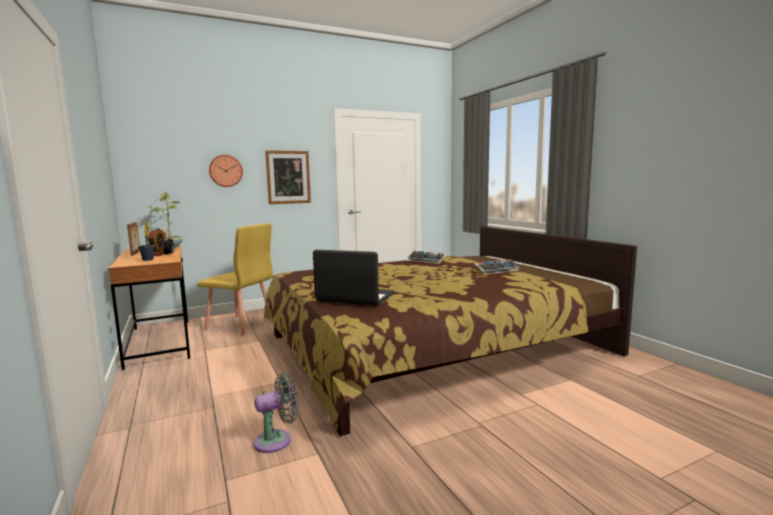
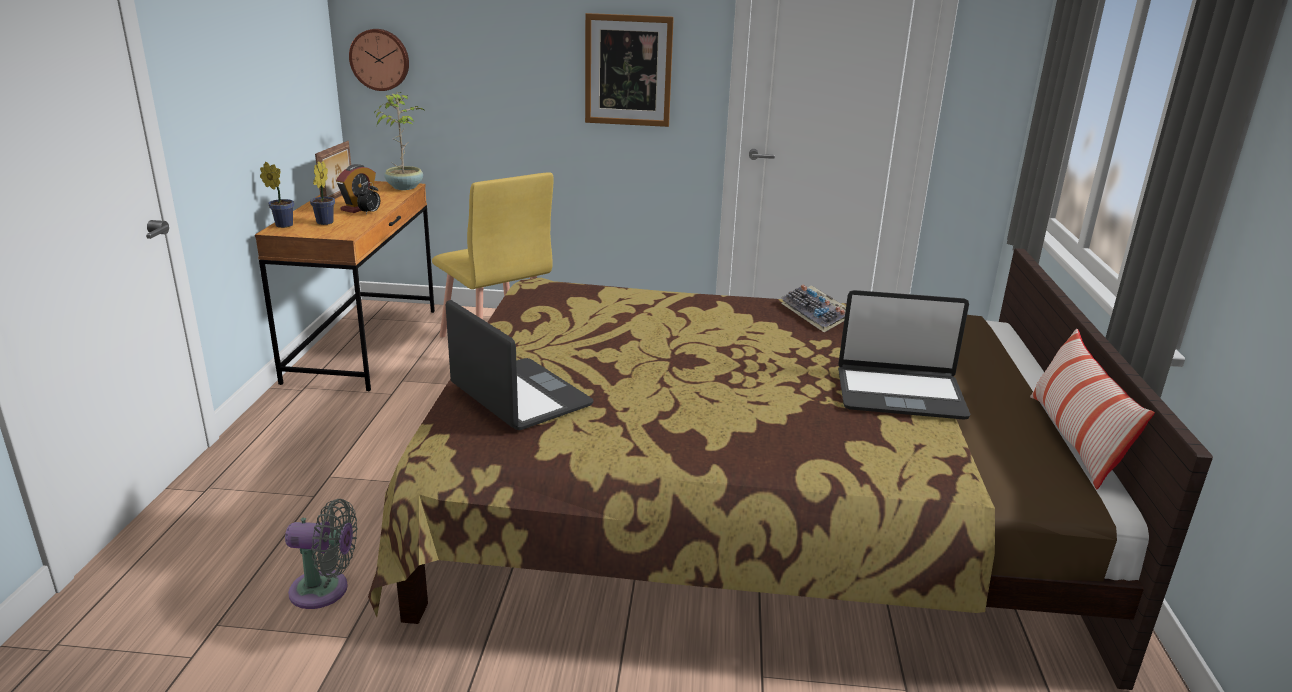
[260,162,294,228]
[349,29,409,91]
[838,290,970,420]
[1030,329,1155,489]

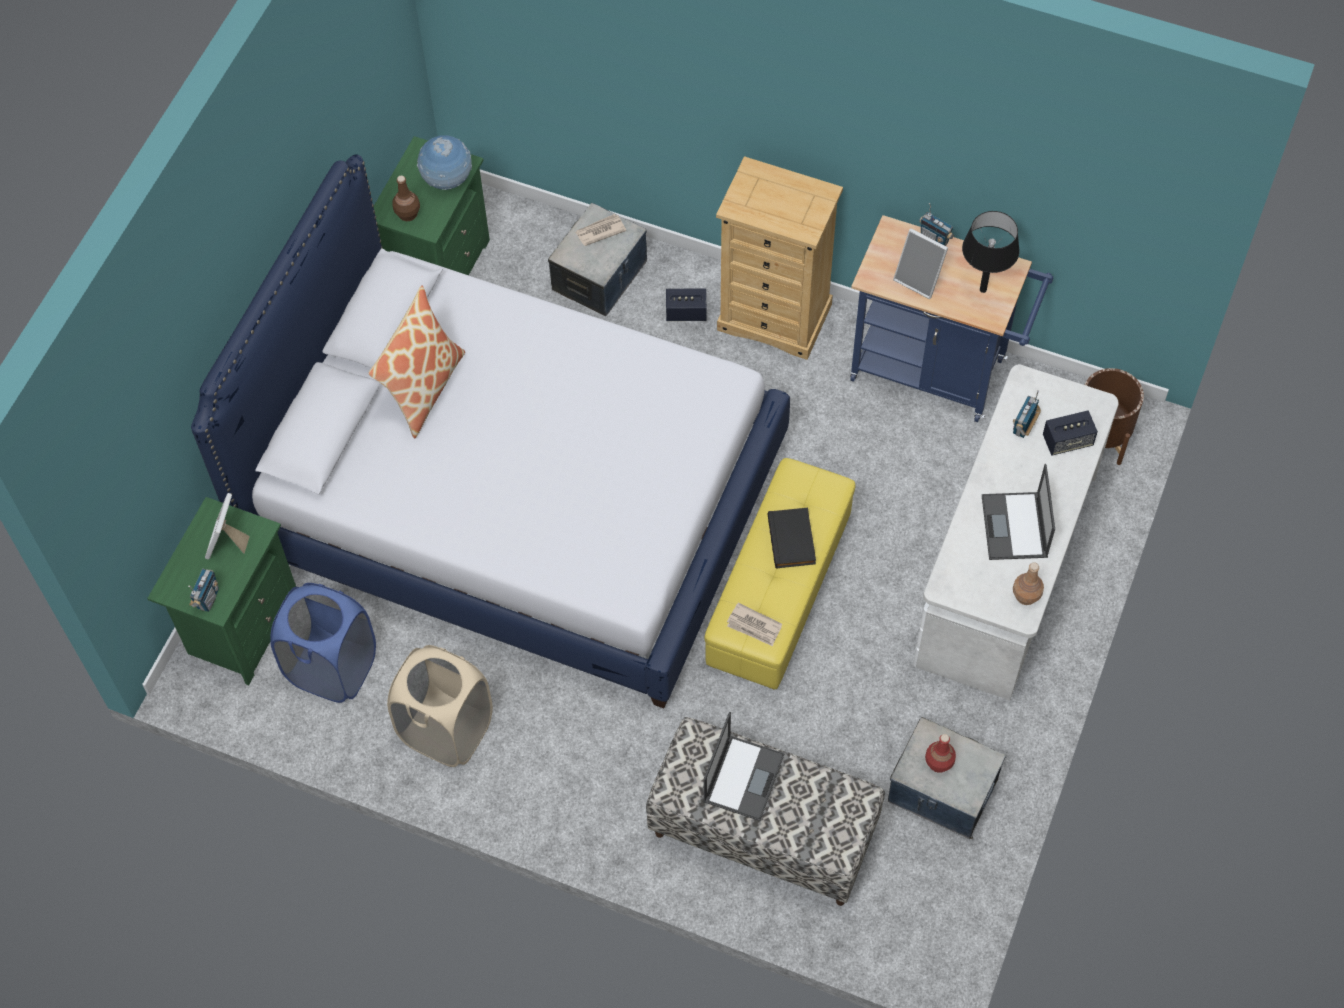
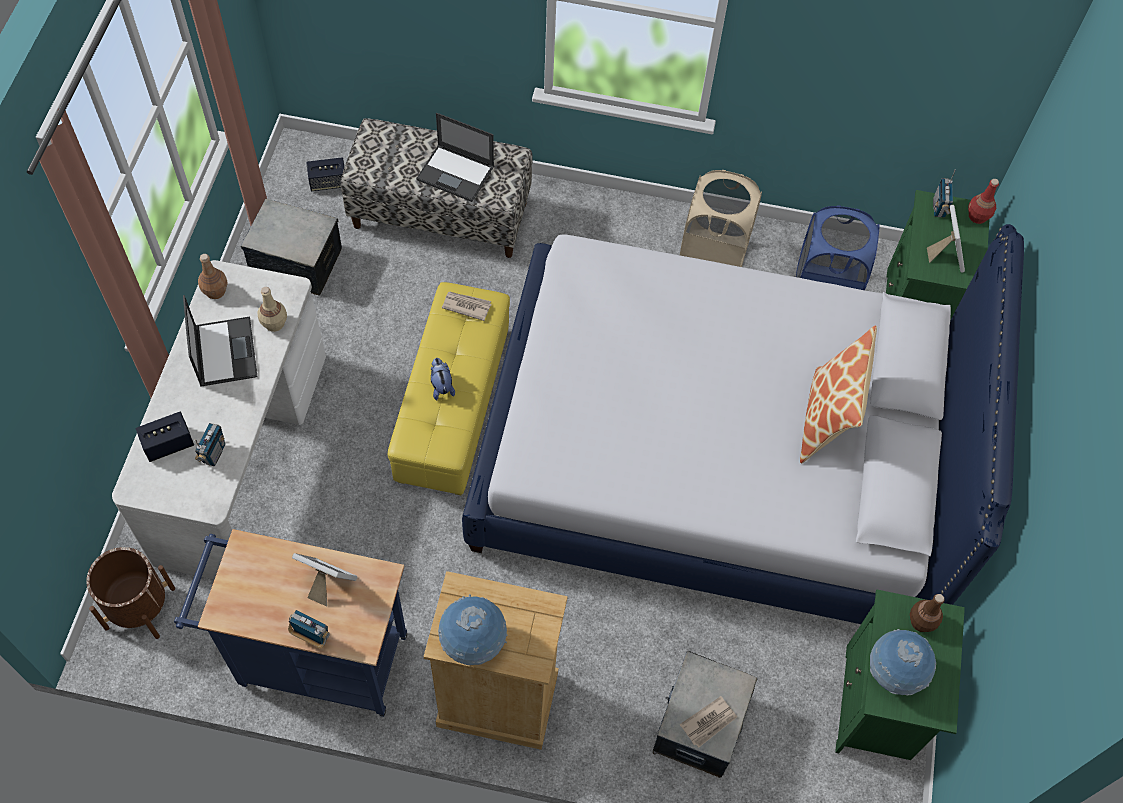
[257,287,287,332]
[306,157,345,191]
[416,113,494,202]
[431,358,455,400]
[438,594,508,665]
[968,179,999,224]
[962,211,1019,293] (first image)

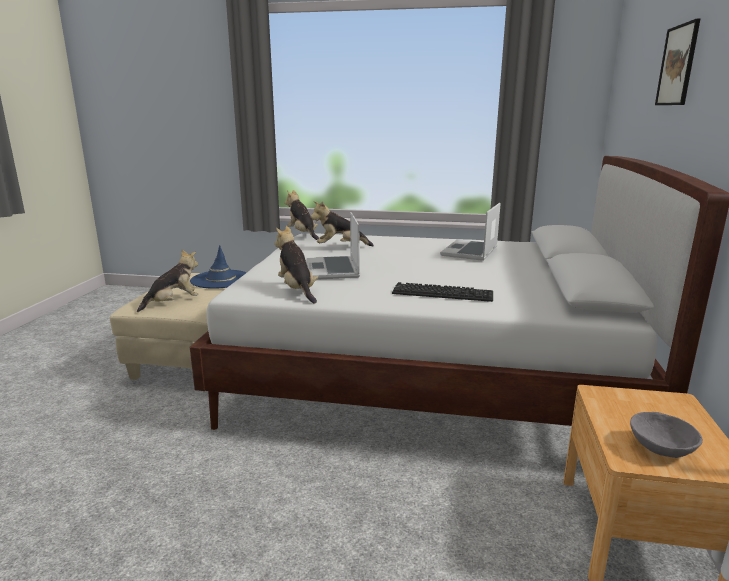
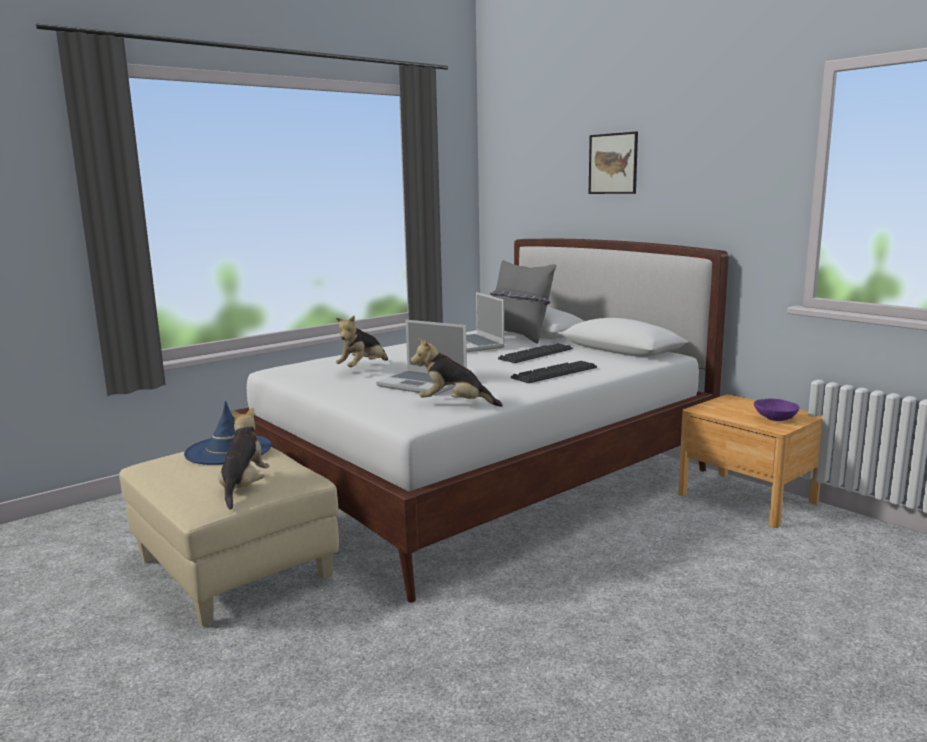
[490,260,556,343]
[498,343,573,363]
[754,399,799,421]
[285,190,319,240] (first image)

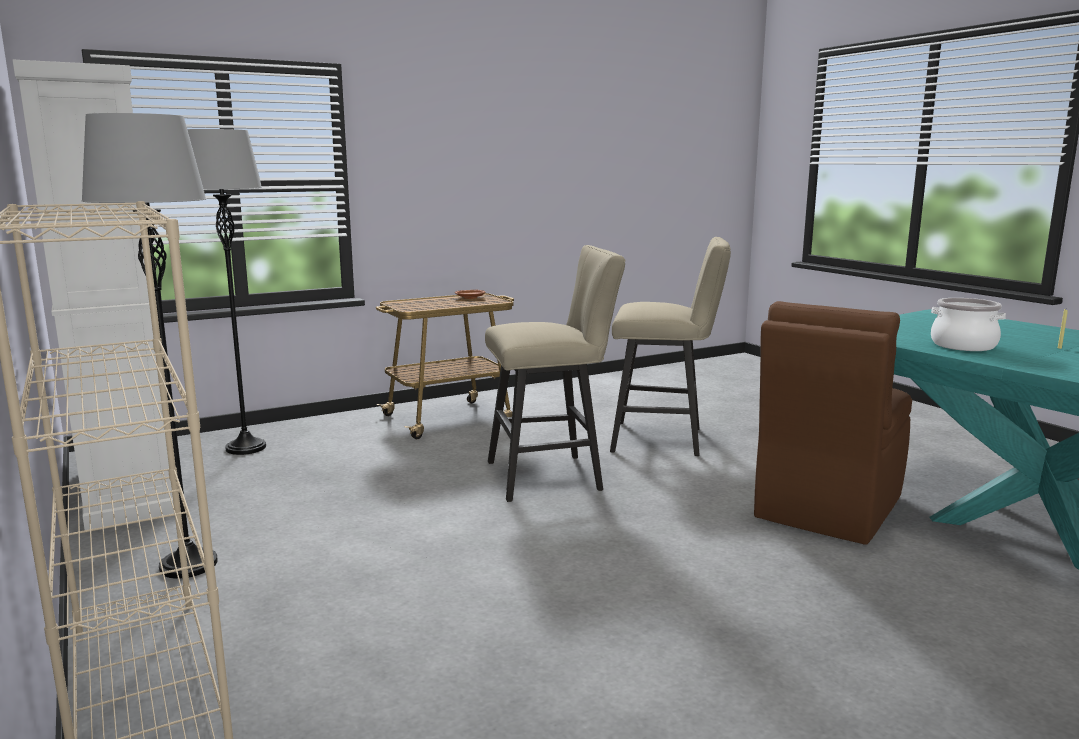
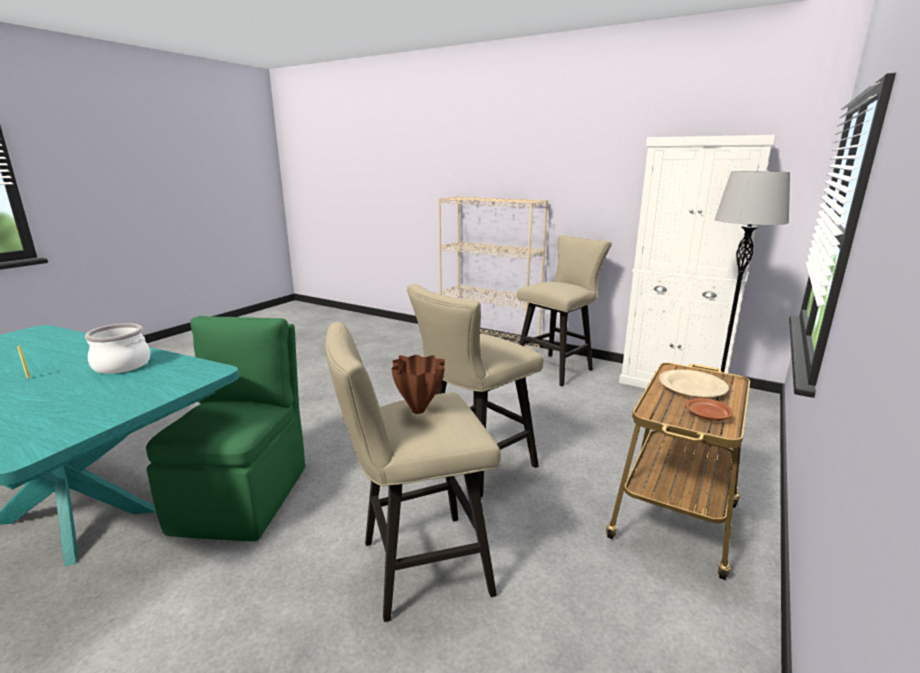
[146,316,305,541]
[391,355,445,414]
[517,235,612,386]
[659,369,729,397]

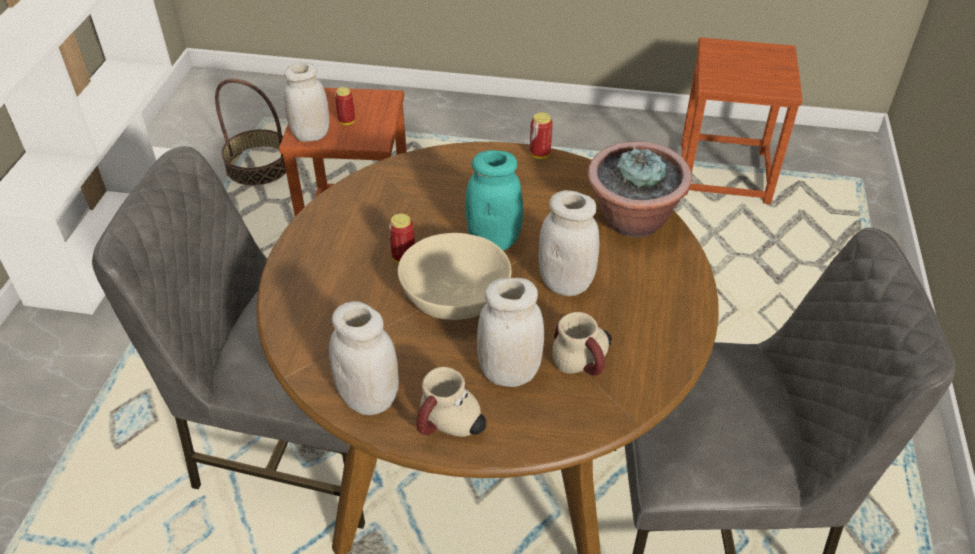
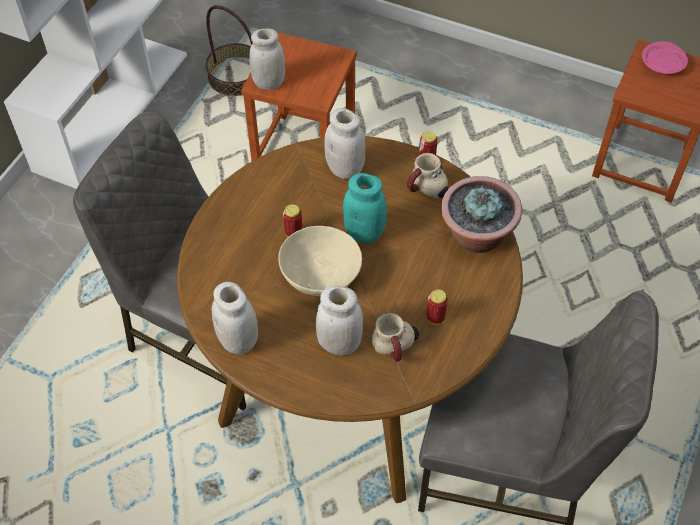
[325,108,366,179]
[407,153,449,198]
[426,289,448,325]
[642,41,688,74]

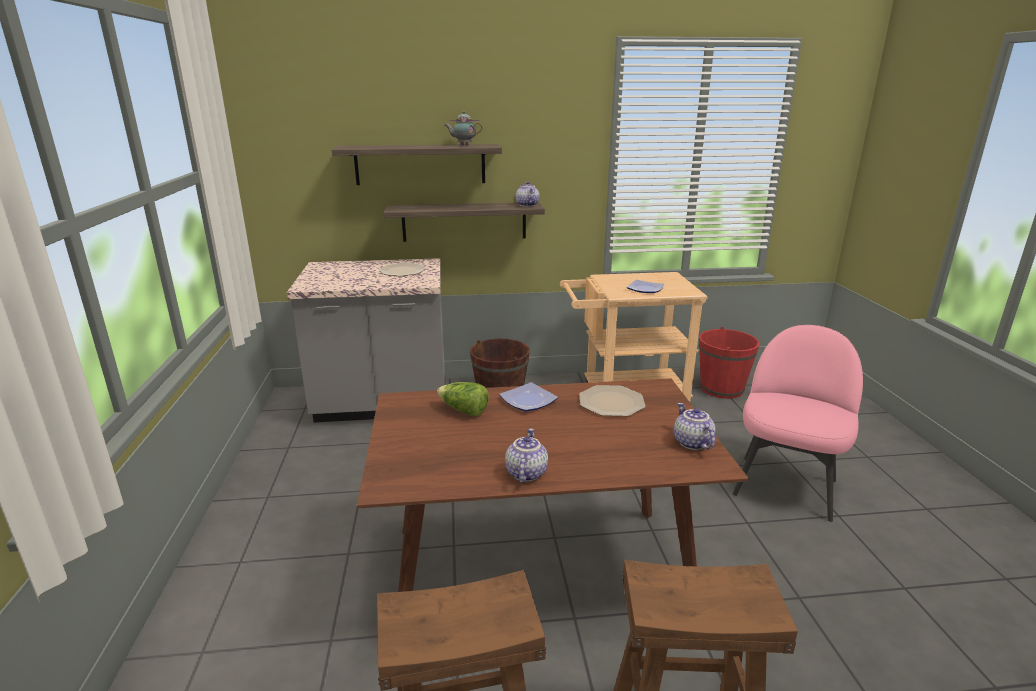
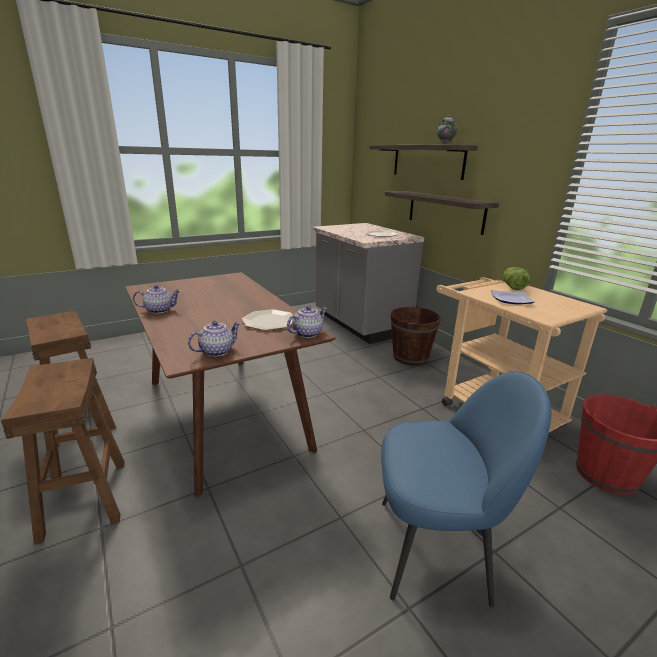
[287,306,327,338]
[381,371,551,608]
[503,267,530,290]
[499,382,558,411] (first image)

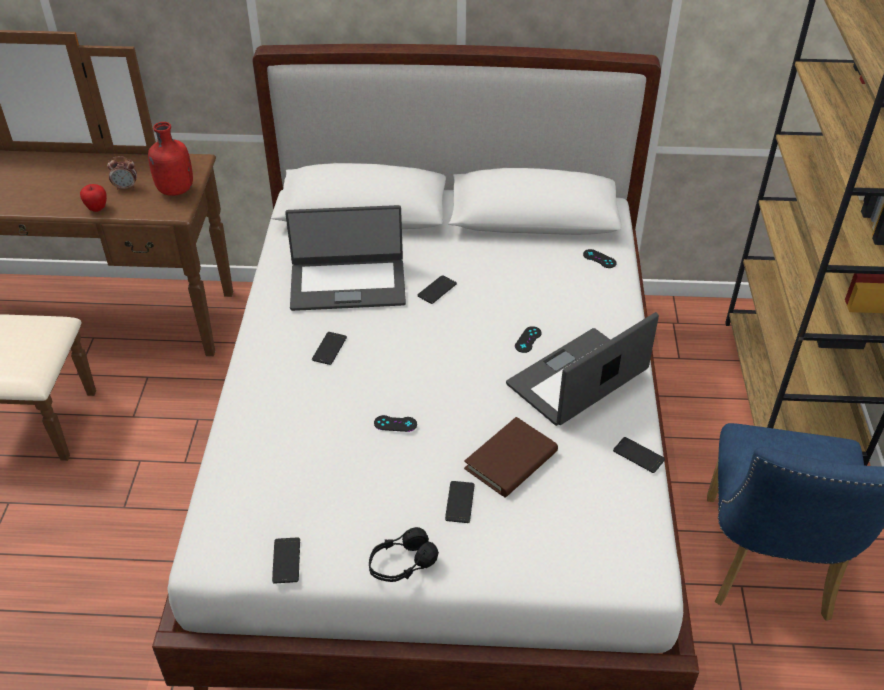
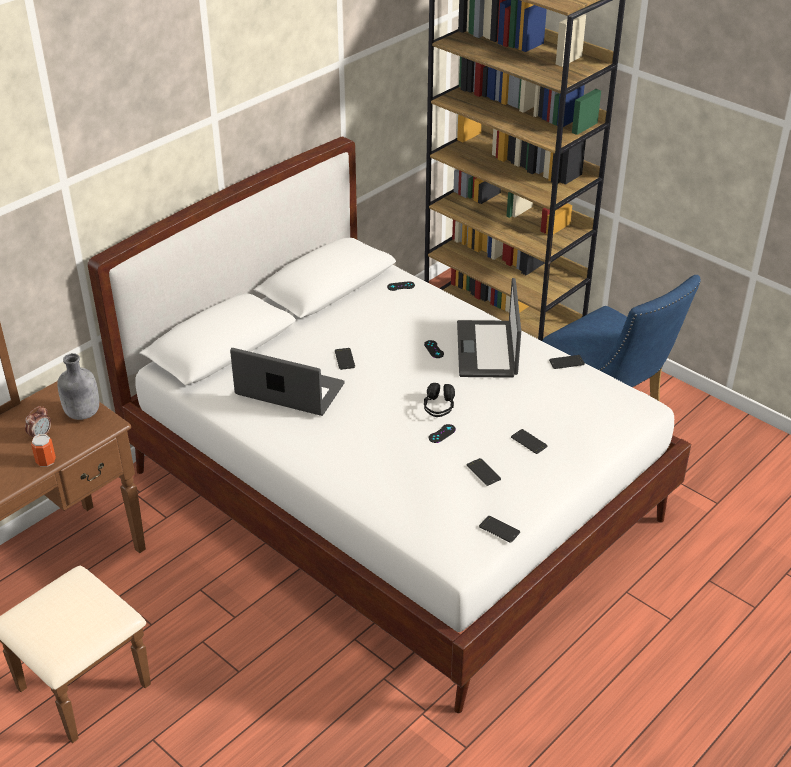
[31,434,56,467]
[57,353,99,420]
[230,348,344,416]
[424,383,455,417]
[467,458,501,486]
[464,417,558,498] (first image)

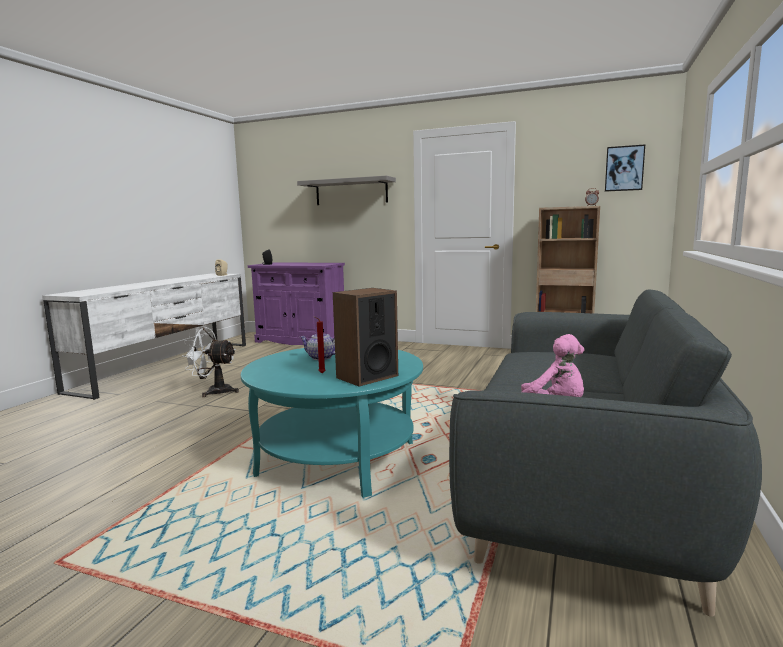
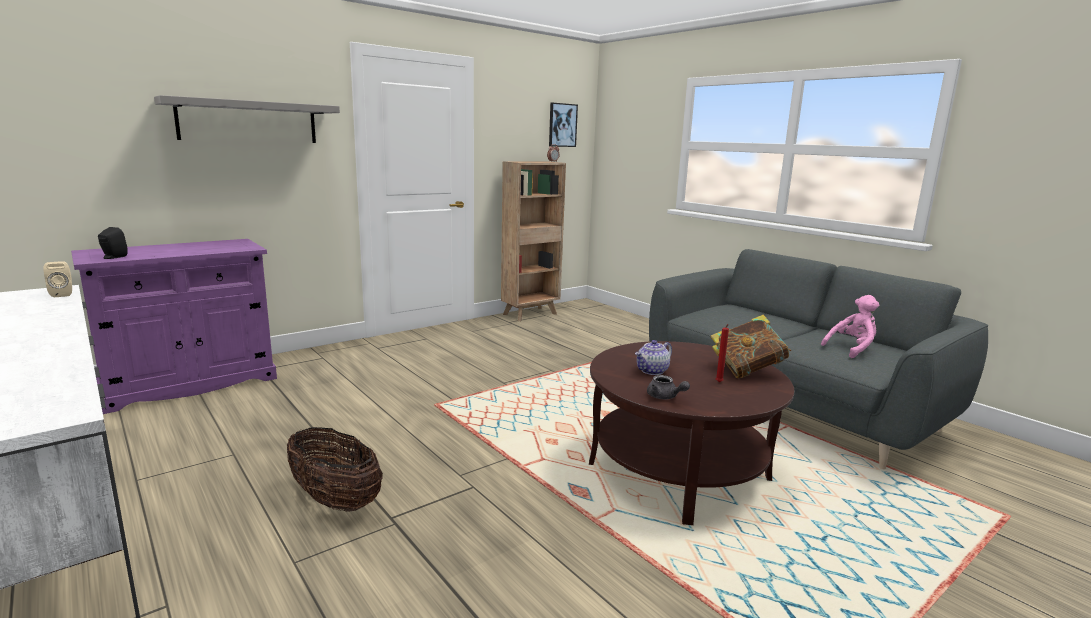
[287,427,383,512]
[589,341,794,525]
[647,375,690,399]
[711,315,791,379]

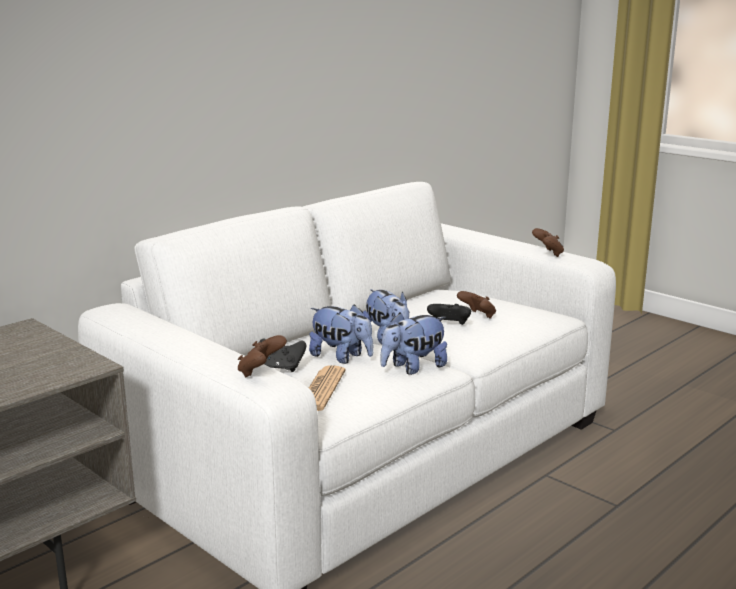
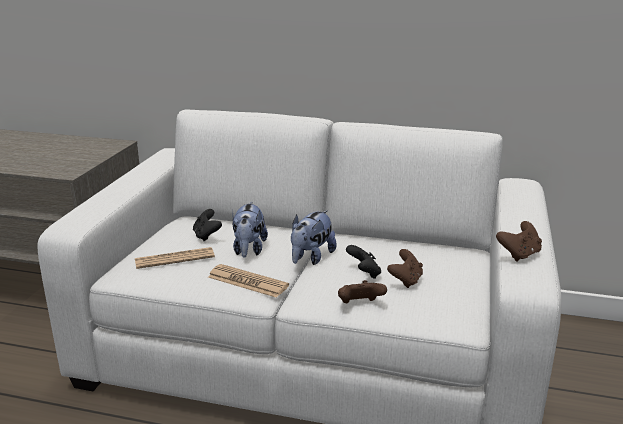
[208,264,289,298]
[338,280,387,303]

